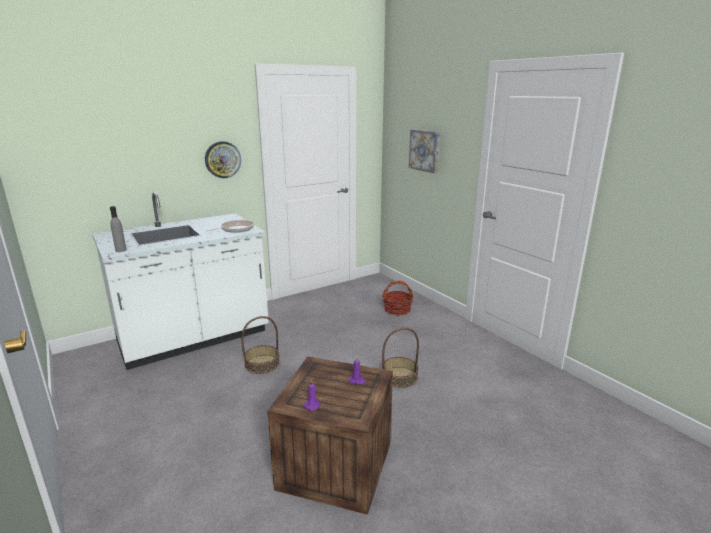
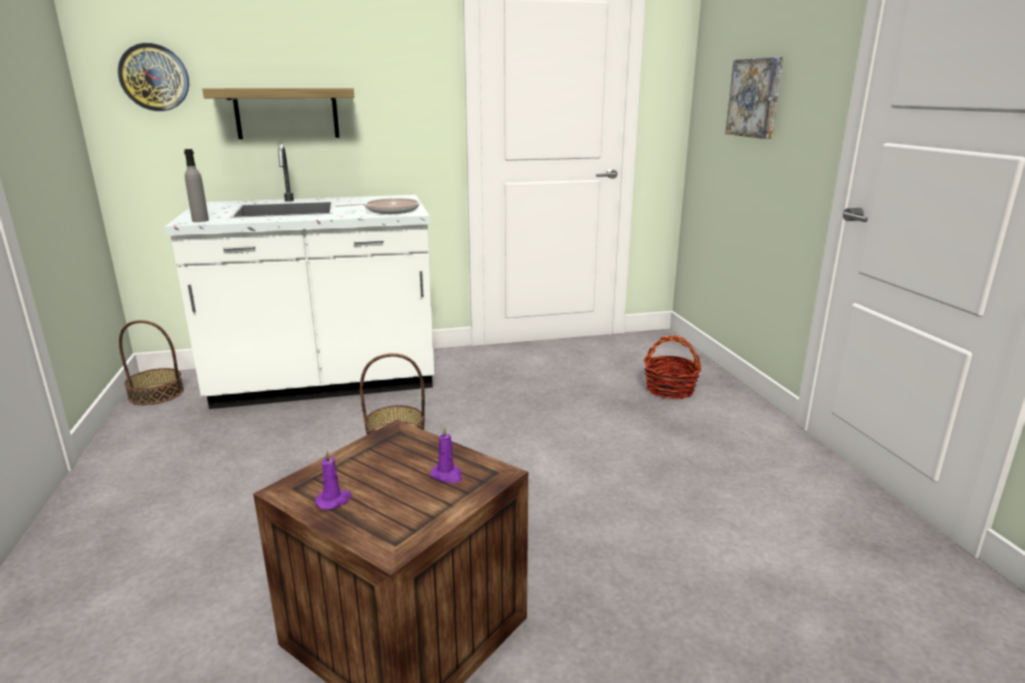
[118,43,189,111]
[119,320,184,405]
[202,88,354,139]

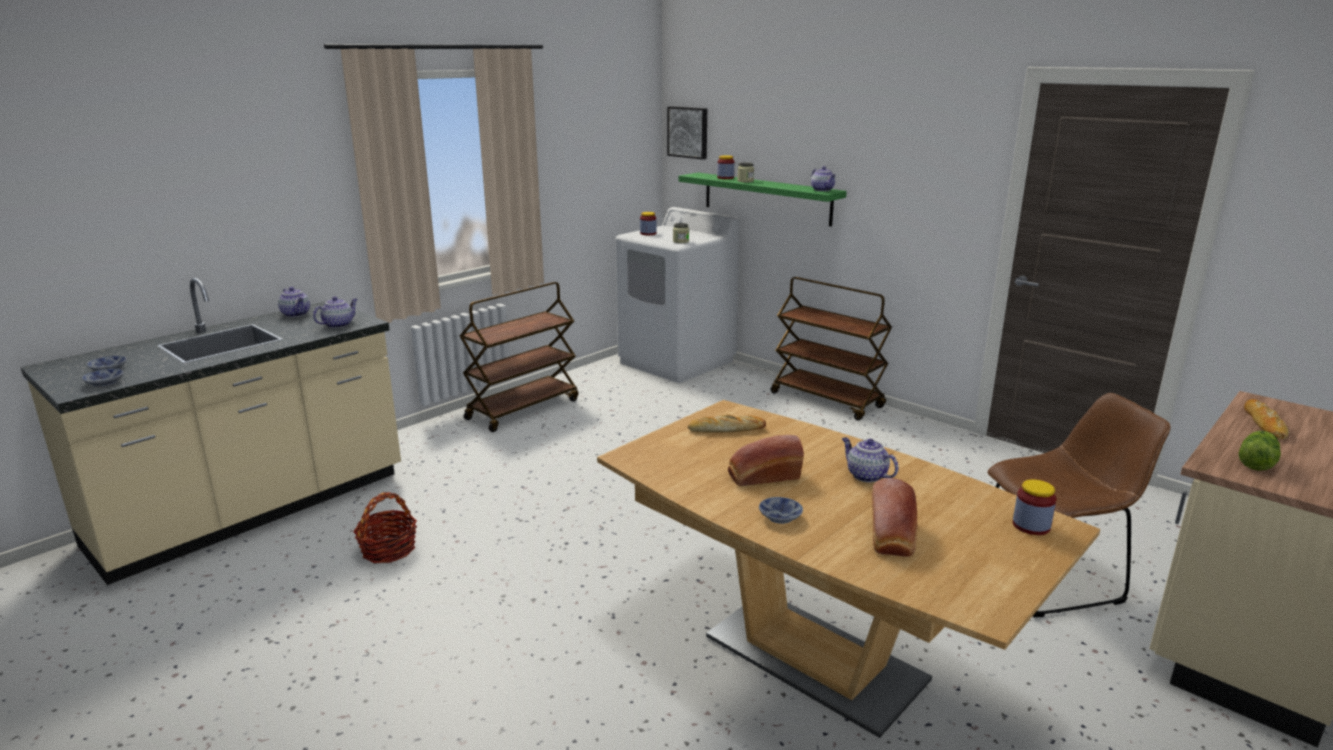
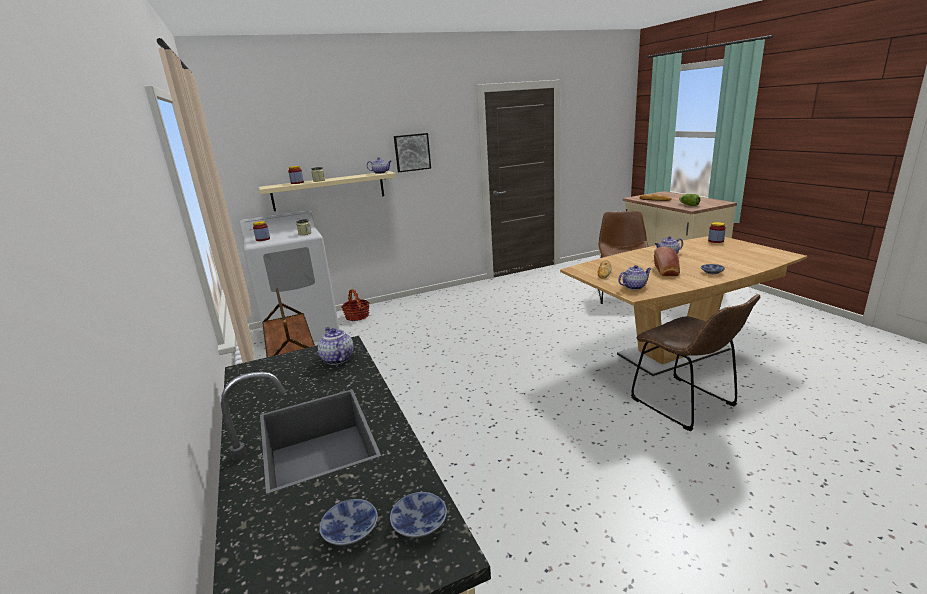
[258,171,396,211]
[341,289,370,321]
[394,133,431,172]
[618,265,652,290]
[631,294,760,431]
[770,277,892,421] (first image)
[872,478,917,557] (first image)

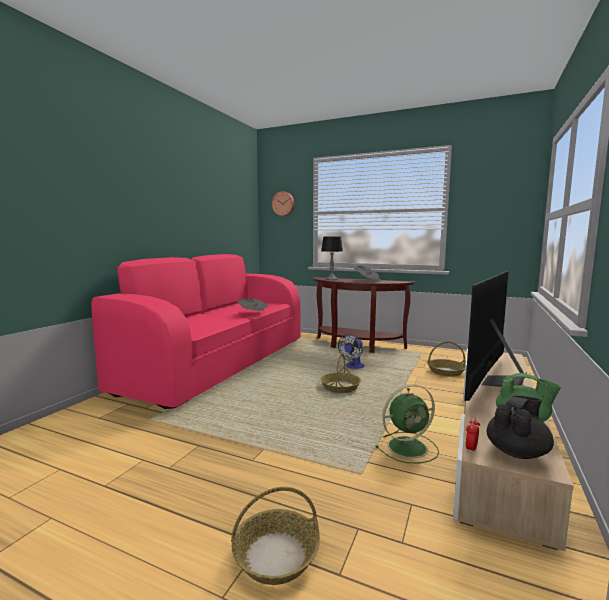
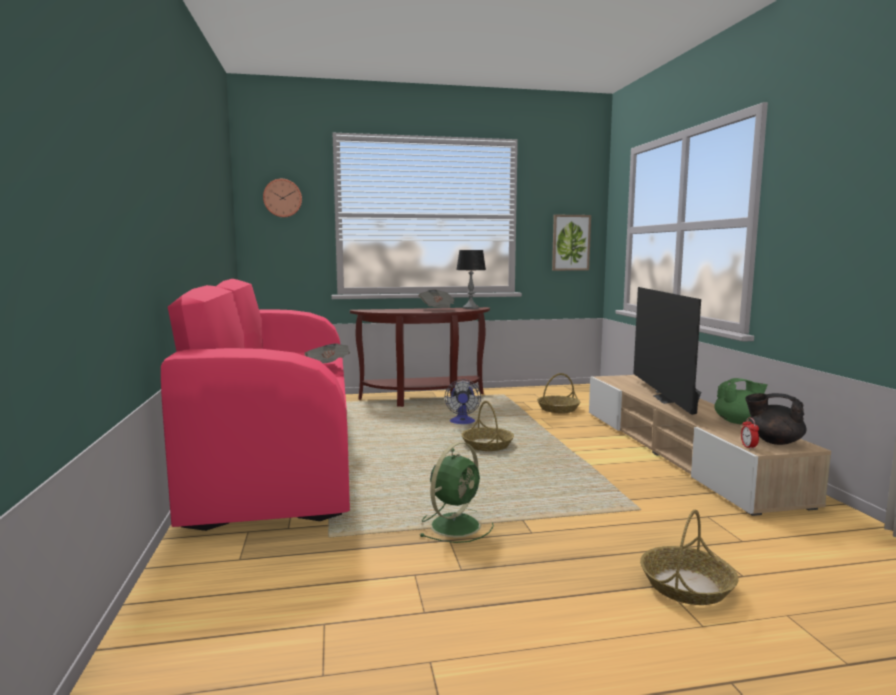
[420,442,494,543]
[456,250,486,309]
[552,215,591,271]
[745,393,807,445]

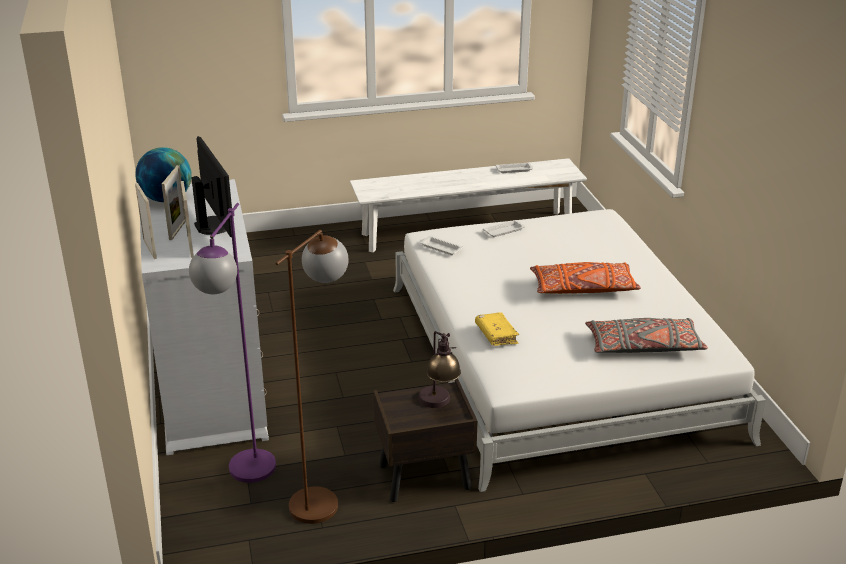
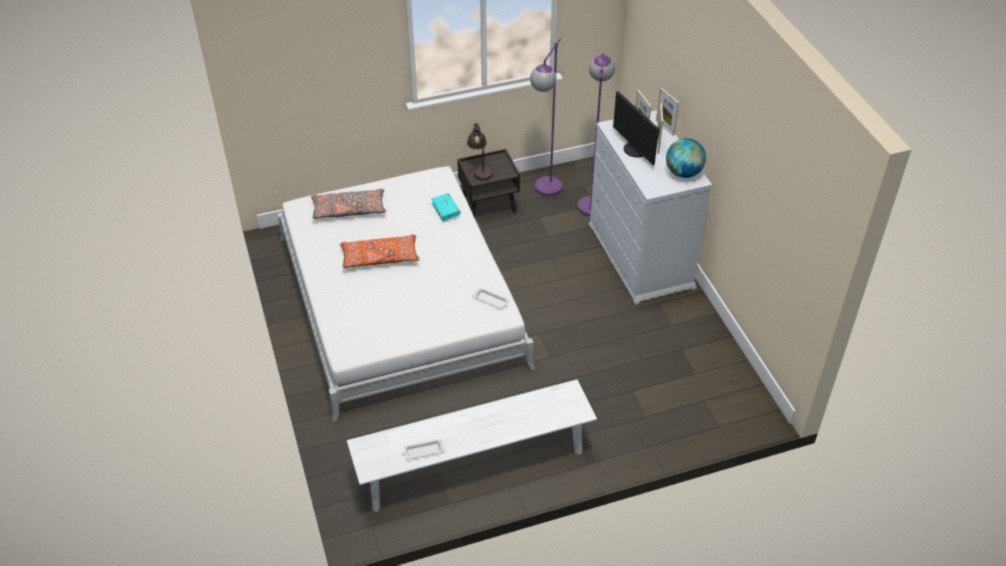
[431,193,461,222]
[530,38,562,196]
[483,220,525,237] (first image)

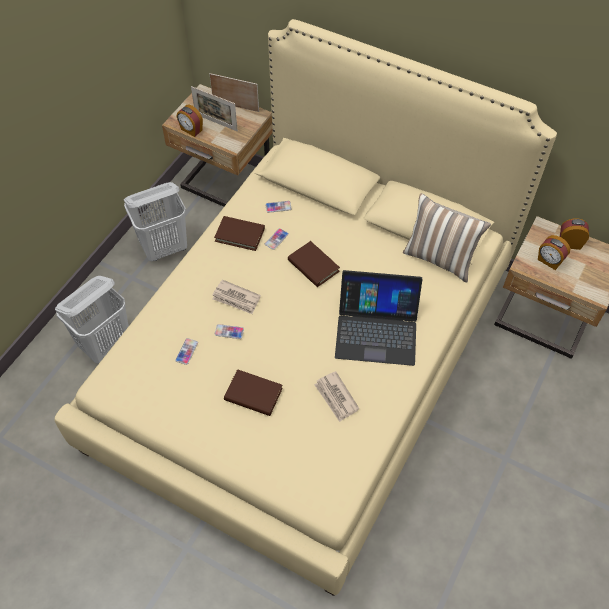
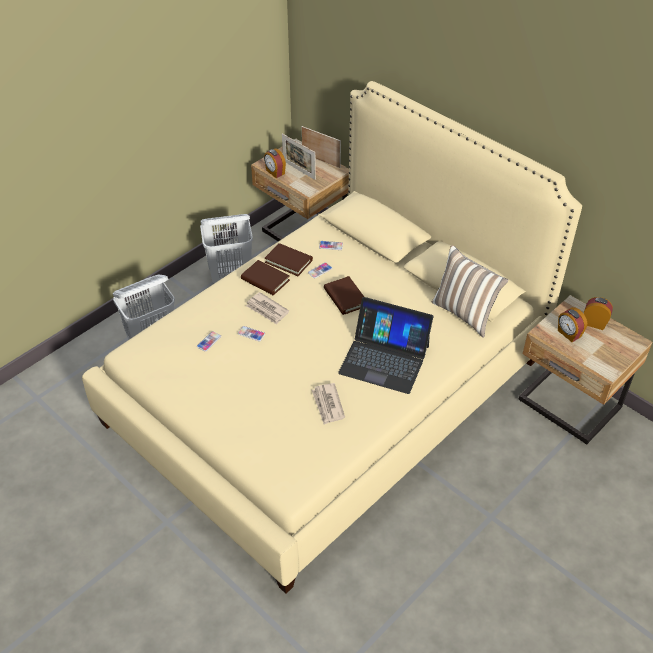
[241,260,290,295]

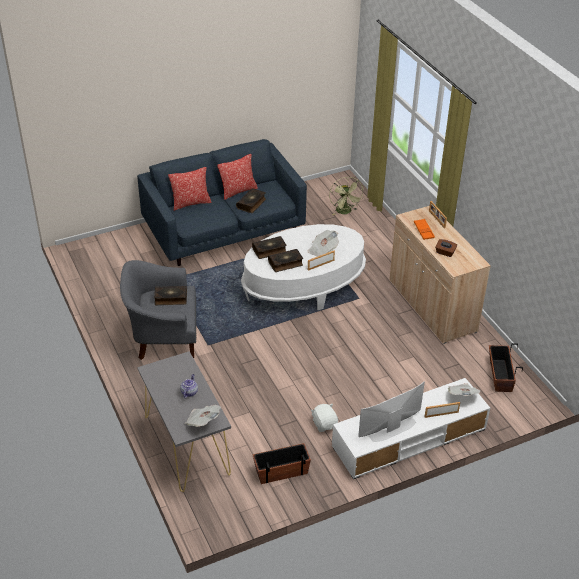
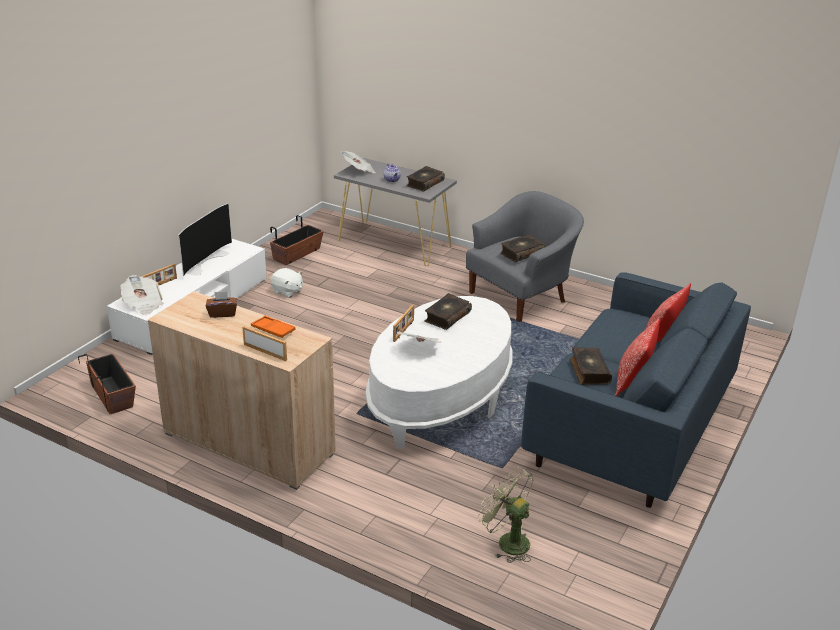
[406,166,445,192]

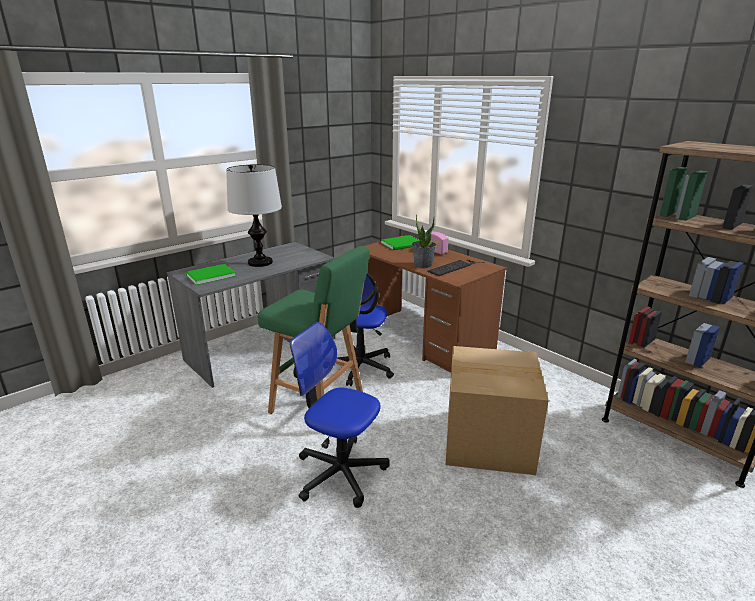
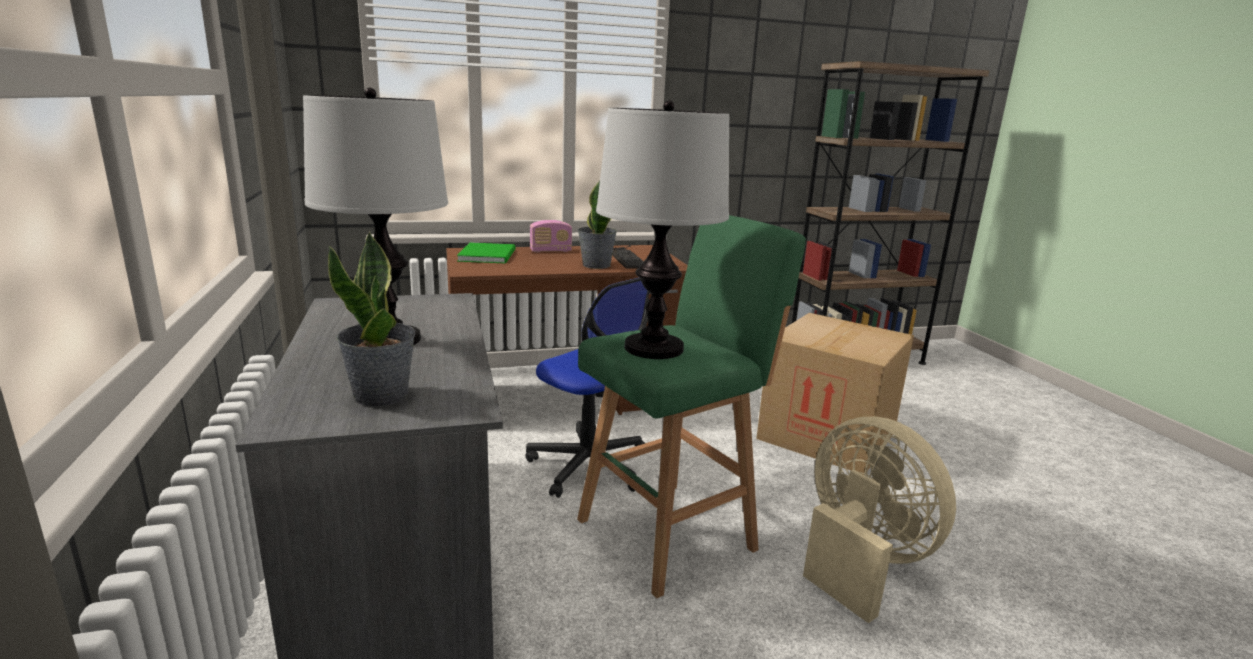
[328,231,415,407]
[596,100,729,359]
[803,417,956,623]

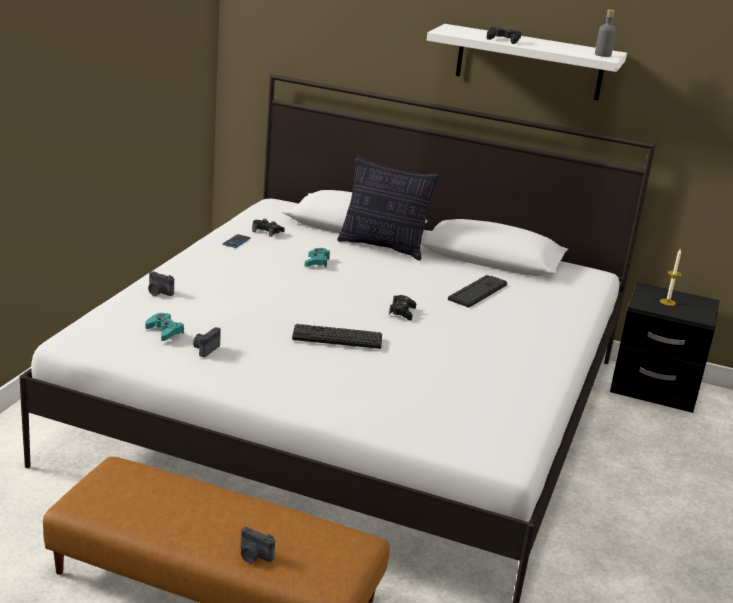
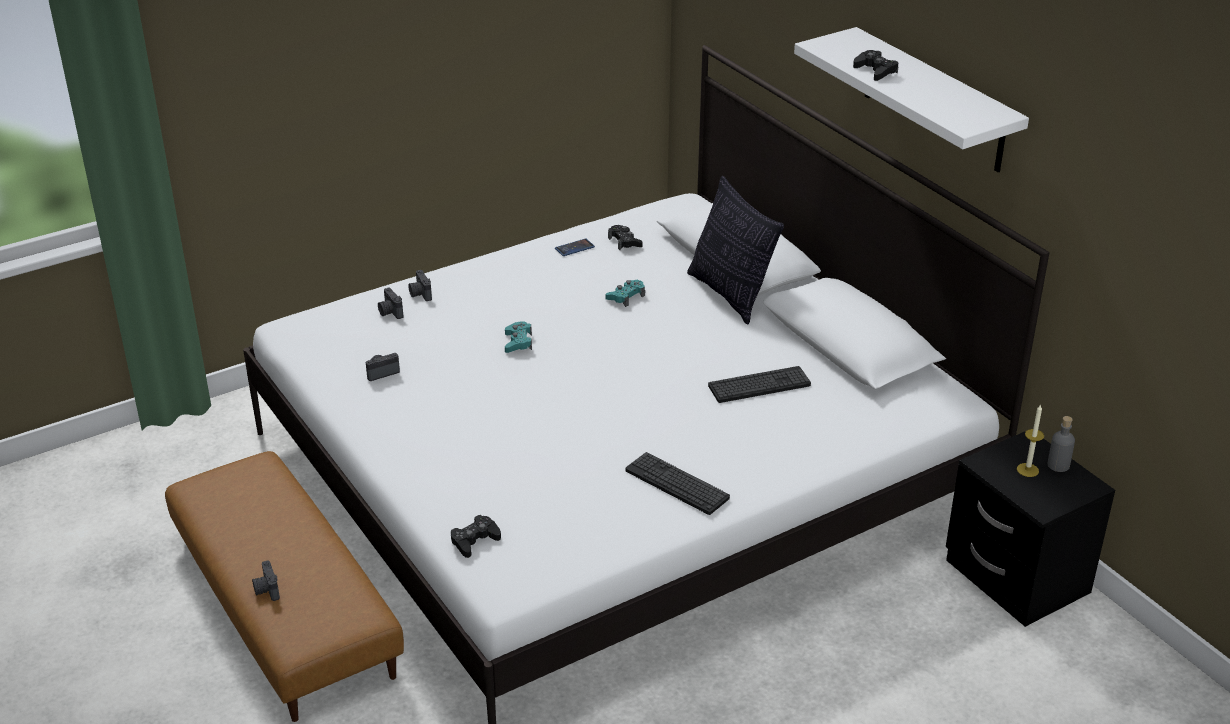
[378,288,403,319]
[451,515,501,558]
[505,321,532,353]
[626,452,730,515]
[1048,416,1075,472]

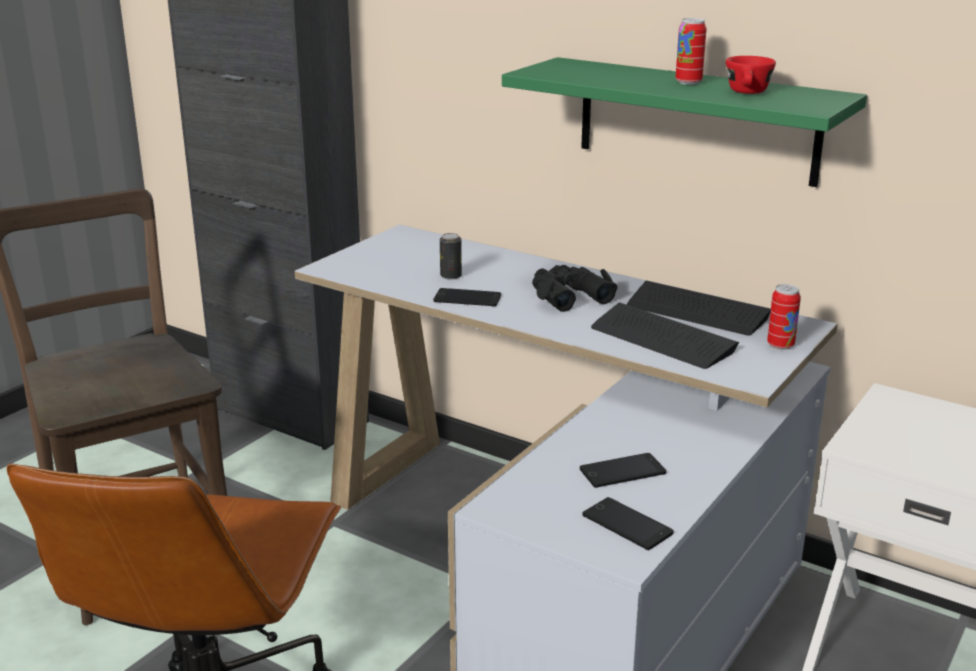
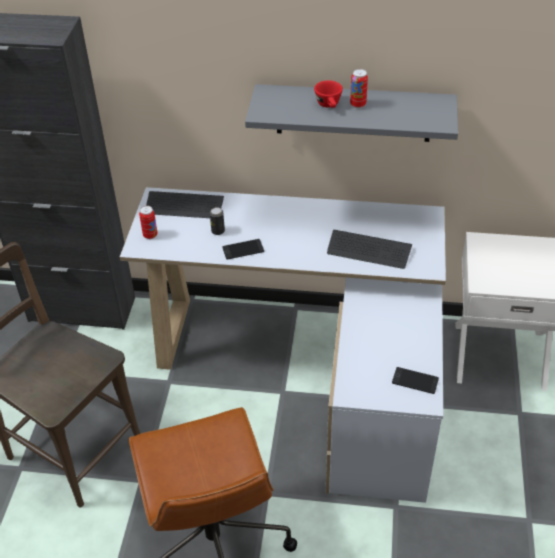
[139,206,157,239]
[146,191,224,218]
[245,84,458,142]
[314,80,343,108]
[532,265,618,312] (first image)
[580,453,666,488] (first image)

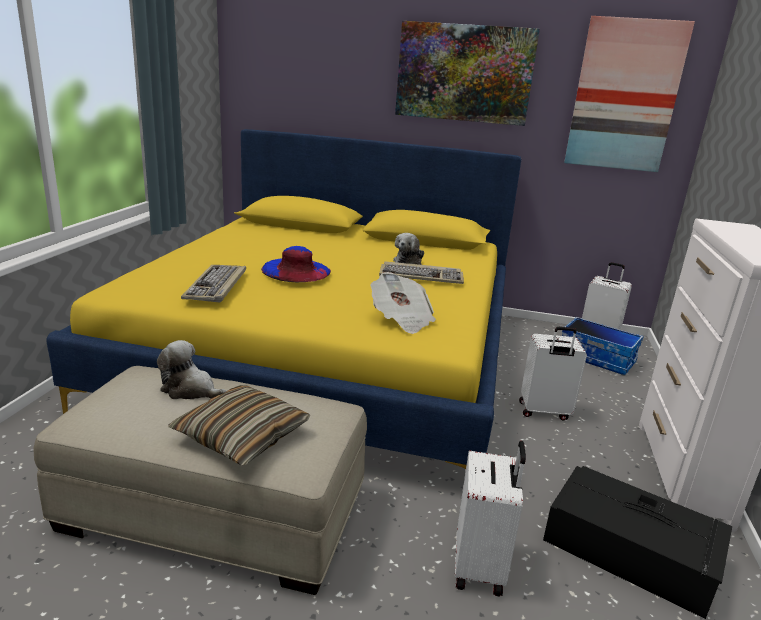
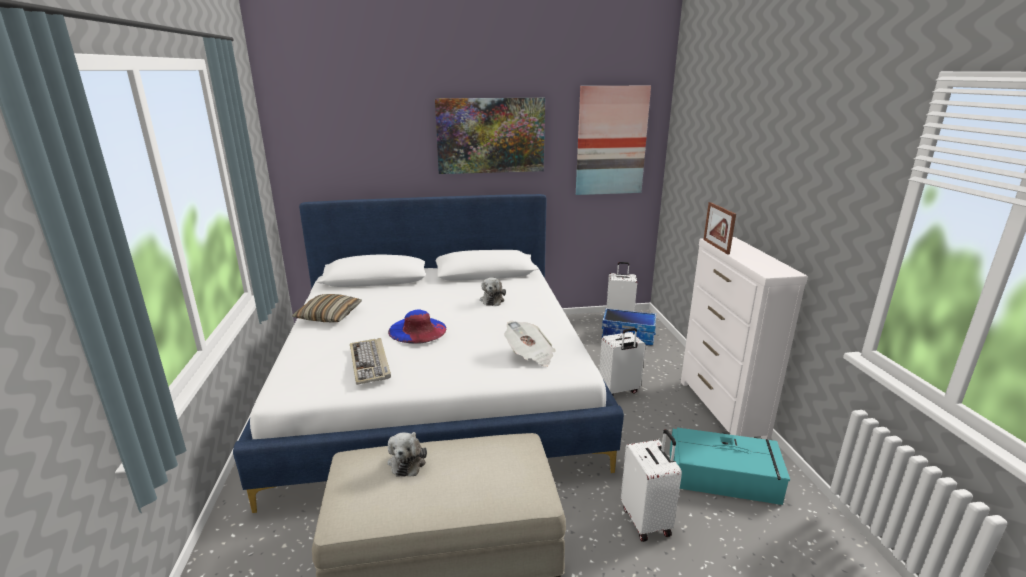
[233,194,624,513]
[292,294,362,322]
[387,432,427,477]
[670,428,790,505]
[703,202,736,255]
[379,261,464,284] (first image)

